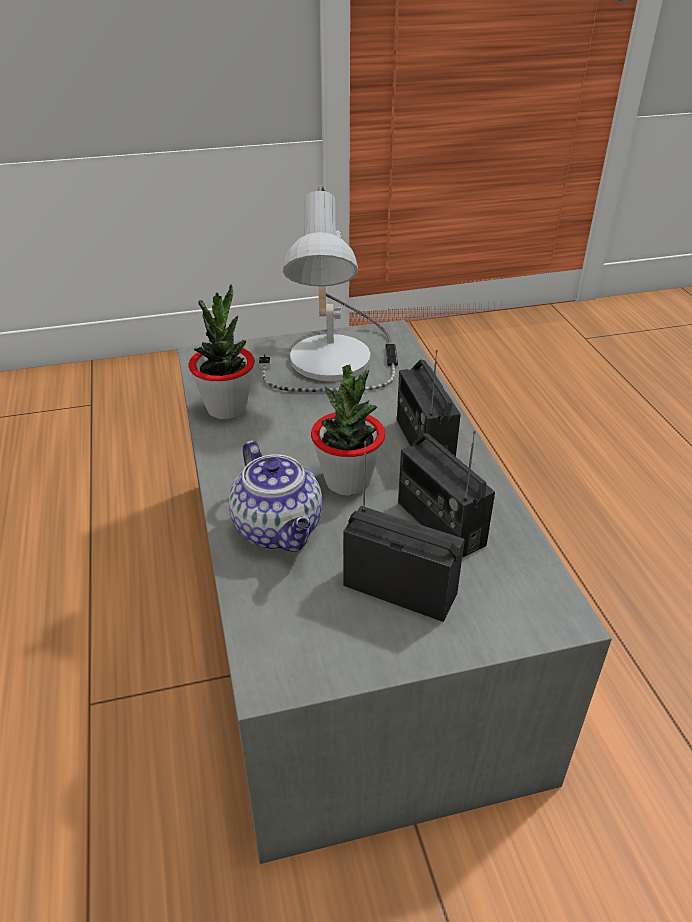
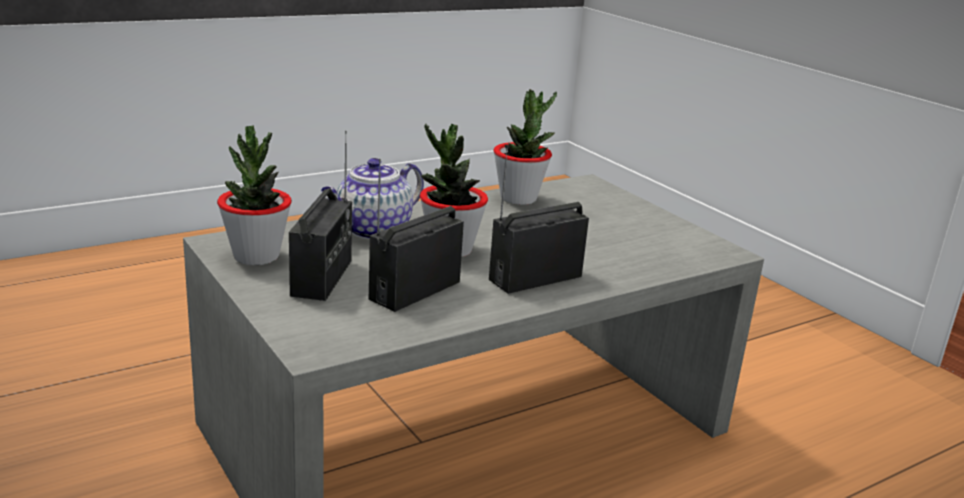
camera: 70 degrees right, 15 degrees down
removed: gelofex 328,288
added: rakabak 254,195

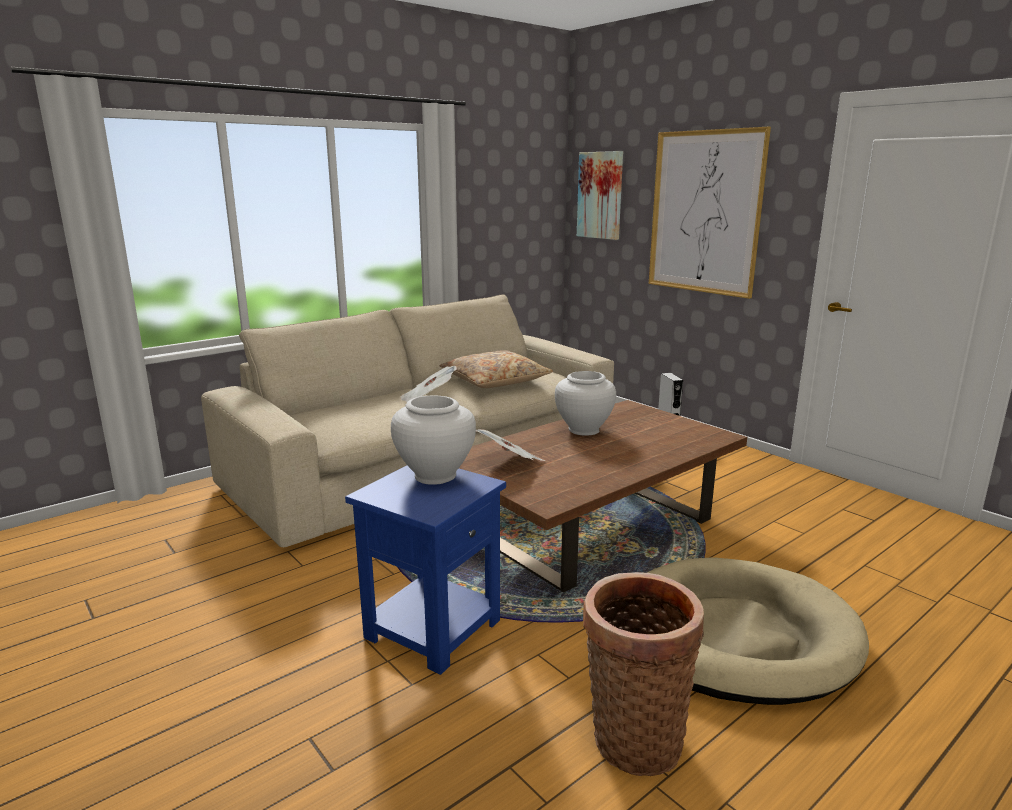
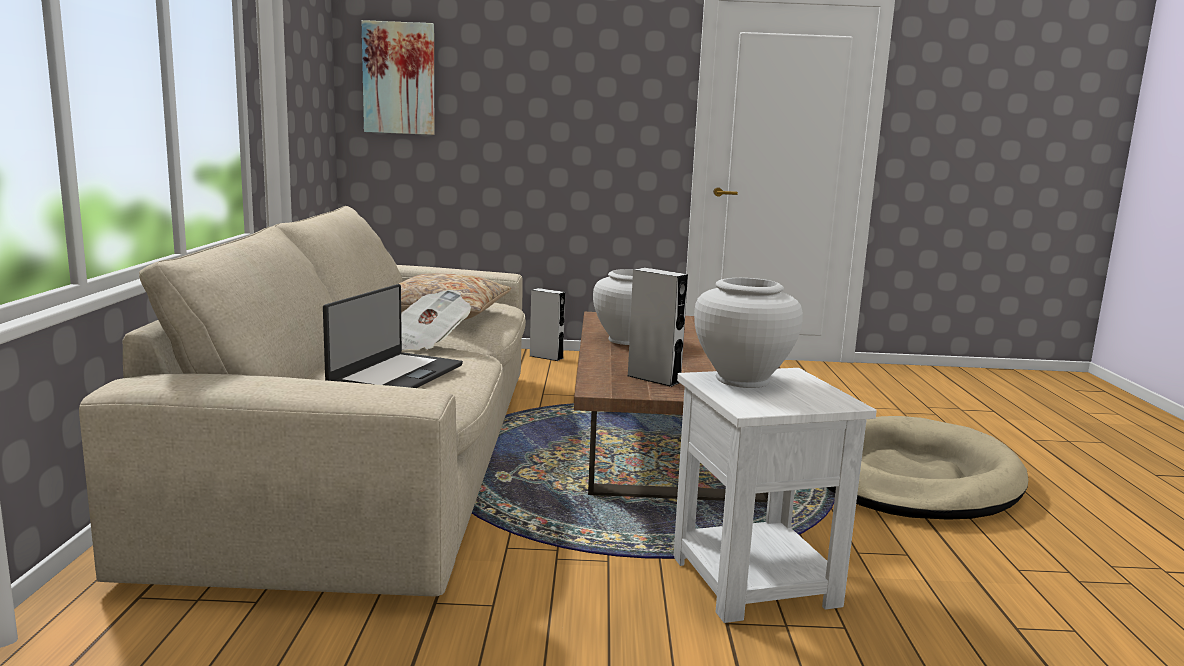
camera: 50 degrees left, 5 degrees down
removed: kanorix 643,674; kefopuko 710,213
added: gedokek 393,336
replaced: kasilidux 510,445 to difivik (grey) 658,327
recoloured: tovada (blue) 425,570 to tovada (white) 775,495

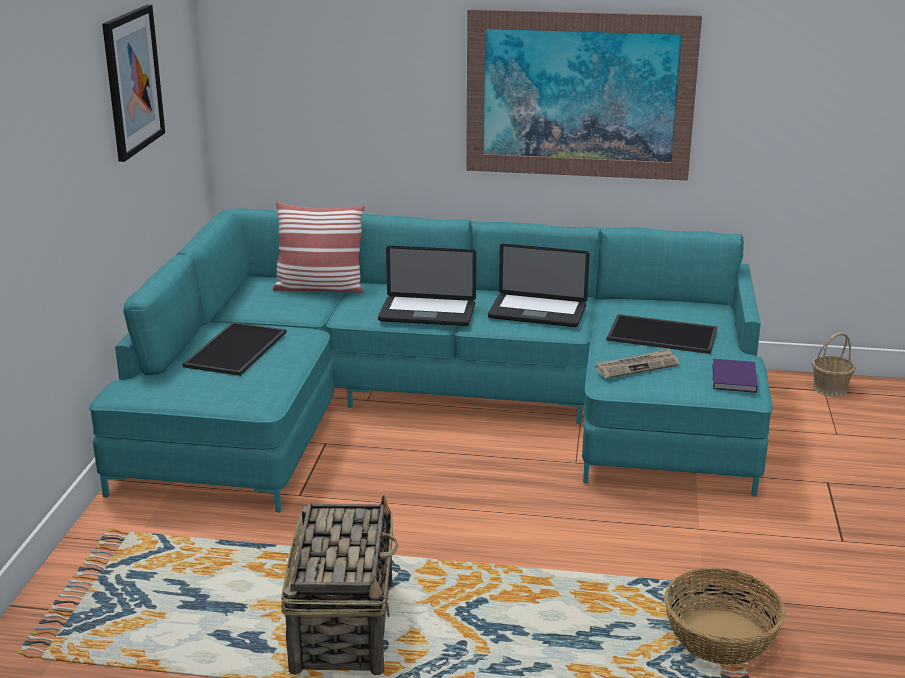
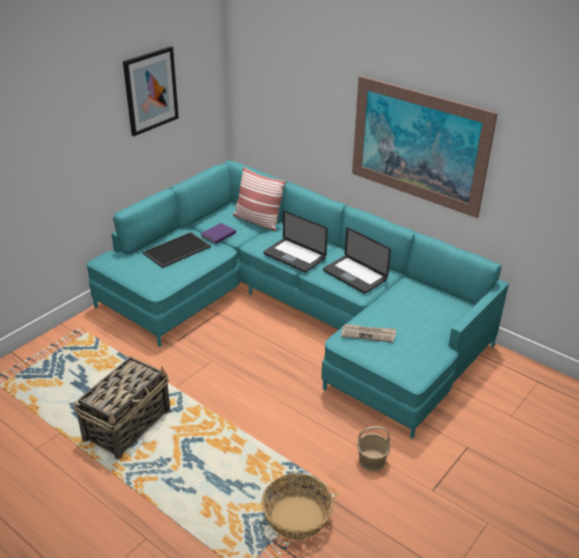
camera: 30 degrees right, 10 degrees up
removed: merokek 662,334
moved: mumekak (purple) 735,376 to 218,233; kanorix 834,365 to 373,448

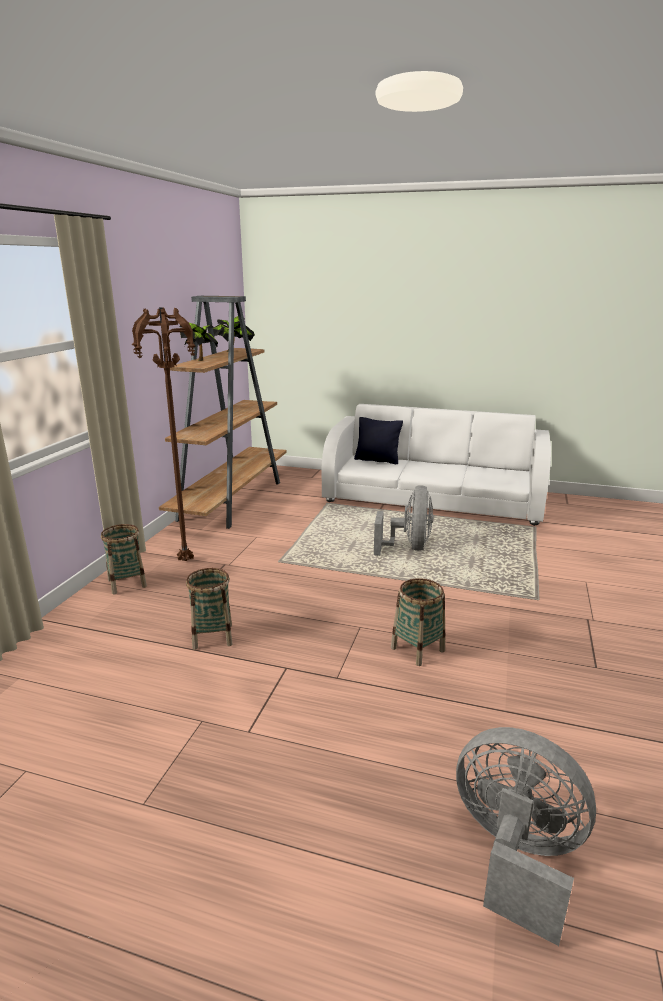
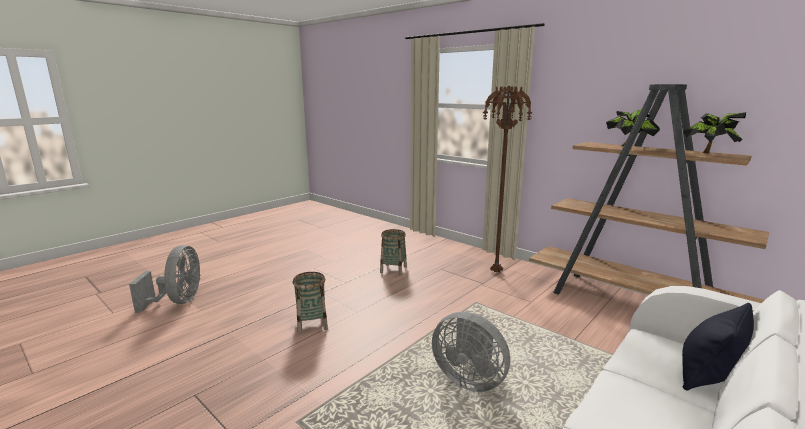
camera: 115 degrees right, 5 degrees down
removed: kanorix 124,559
turned: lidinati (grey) 526,836 = 164,279 60 degrees counterclockwise

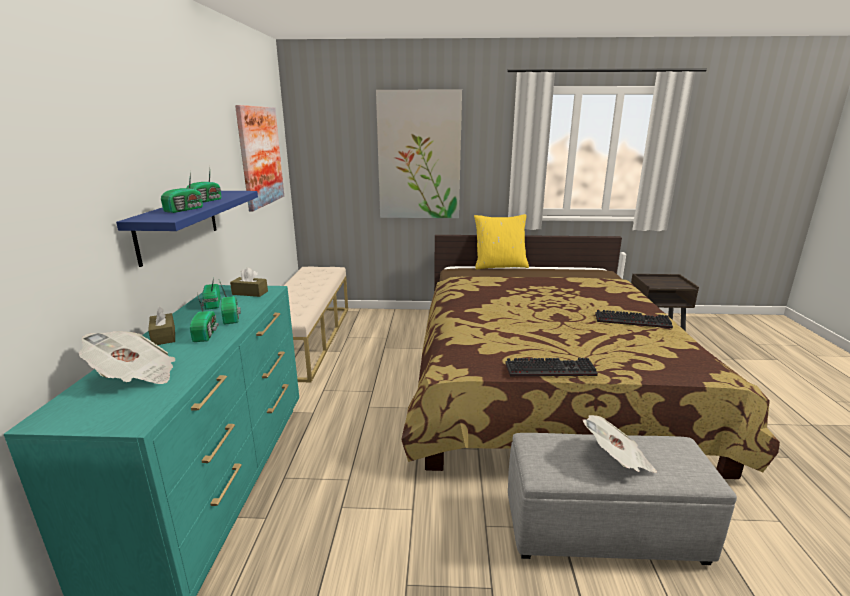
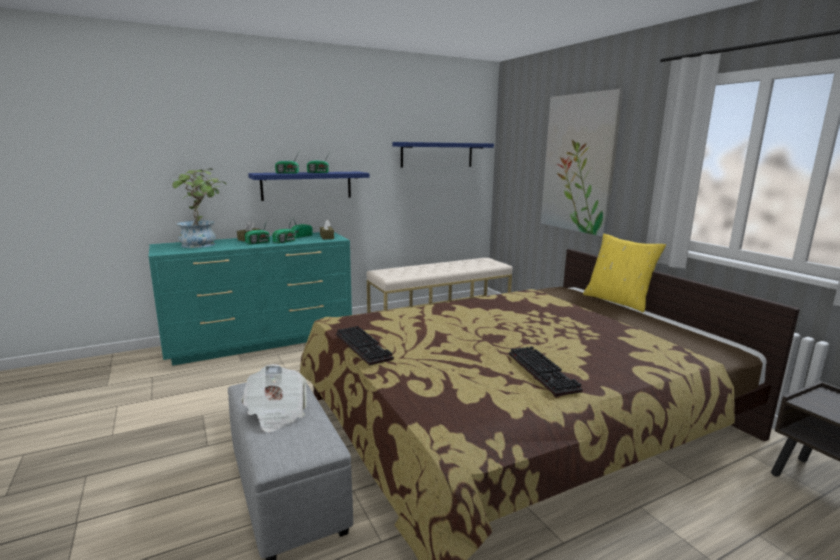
camera: 60 degrees right, 5 degrees down
replaced: kasilidux 127,357 to rakabak 199,208; kefopuko 259,158 to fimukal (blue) 443,155

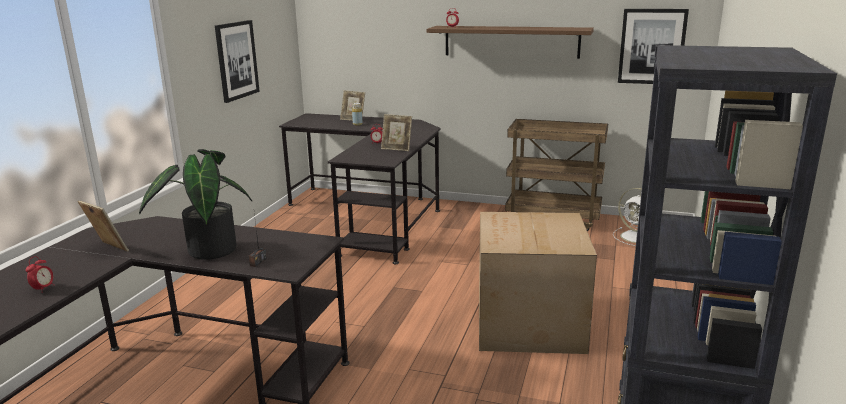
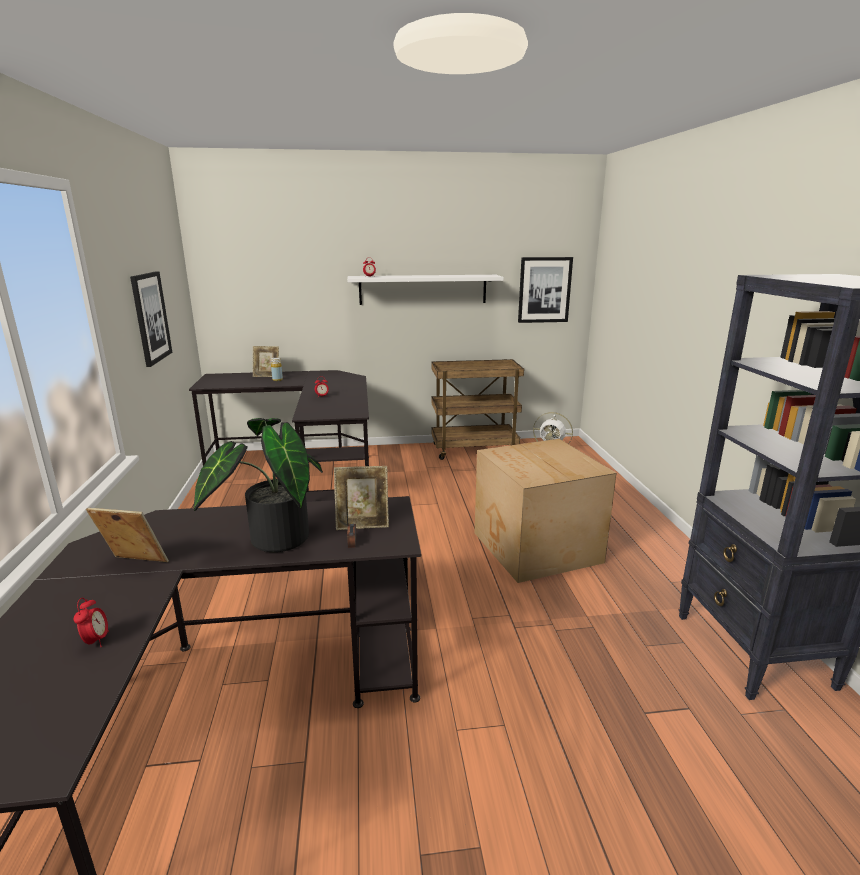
camera: 25 degrees left, 0 degrees up
moved: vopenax 396,132 to 361,498
recoloured: fimukal (brown) 510,42 to fimukal (white) 425,290

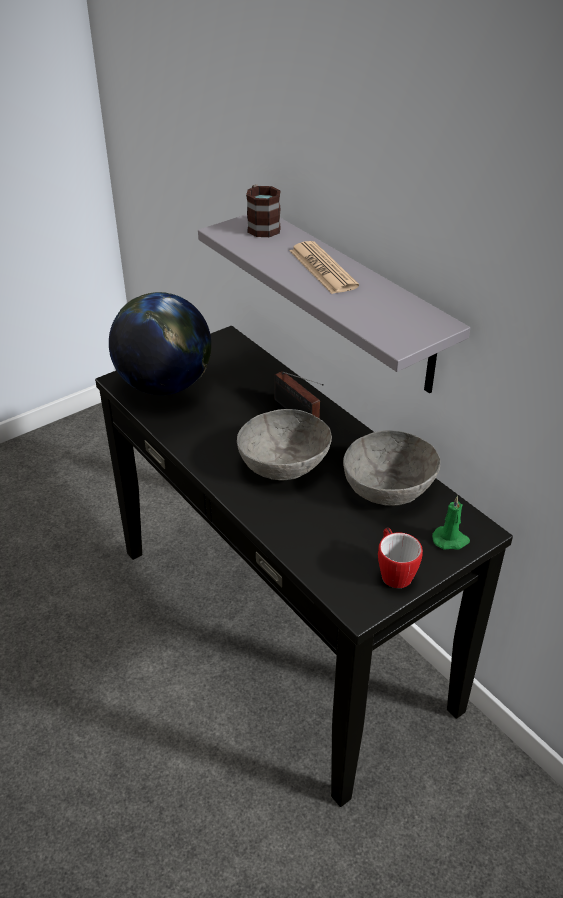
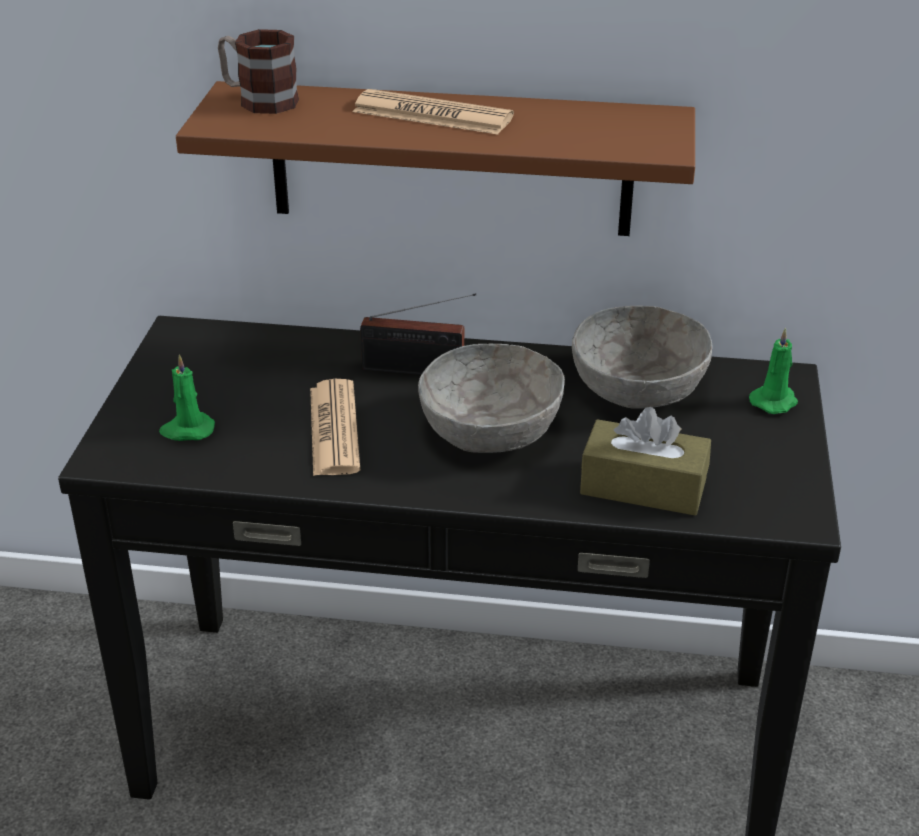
camera: 45 degrees left, 5 degrees down
removed: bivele 400,557
added: kasilidux 335,427; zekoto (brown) 645,461
replaced: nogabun 160,343 to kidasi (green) 187,397
recoloured: fimukal (grey) 334,303 to fimukal (brown) 435,158

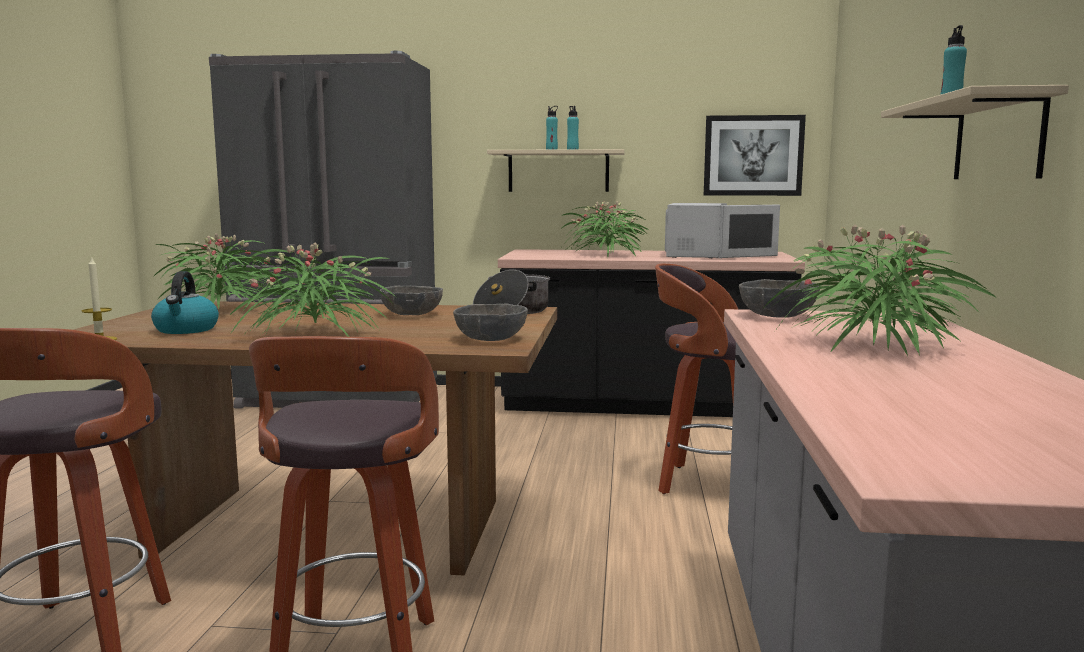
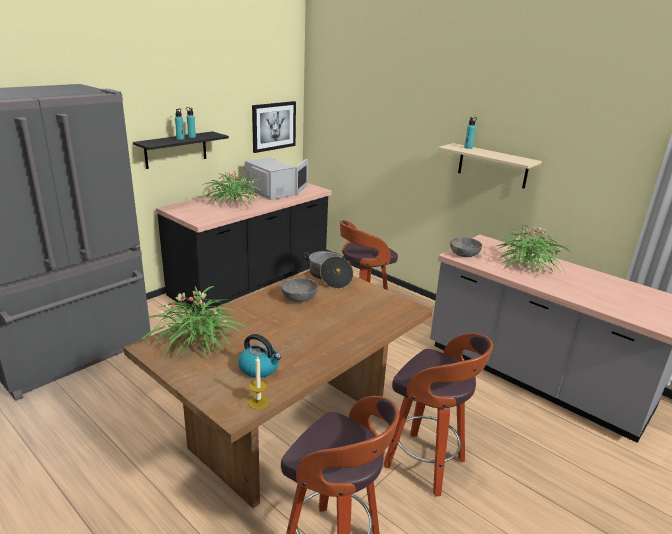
camera: 55 degrees left, 15 degrees up
removed: rakabak 307,290; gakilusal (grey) 490,322
recoloured: fimukal (beige) 556,170 to fimukal (black) 181,150

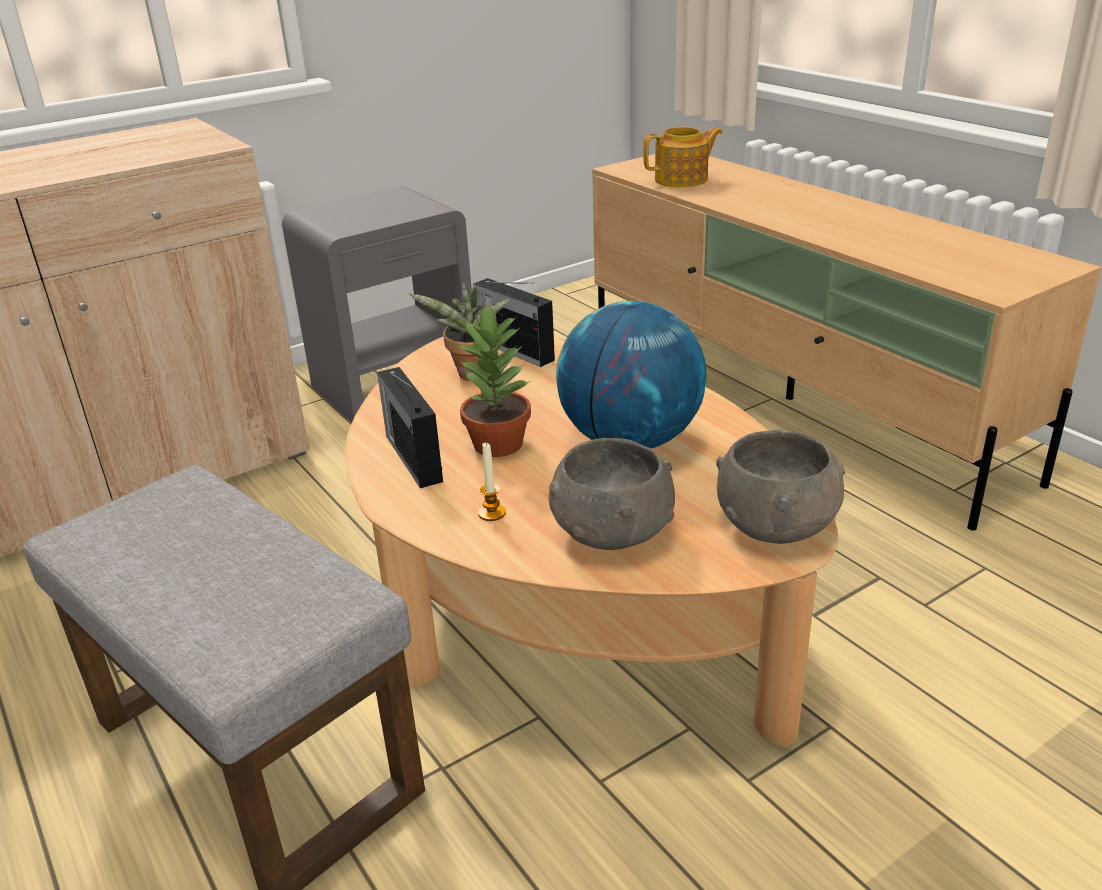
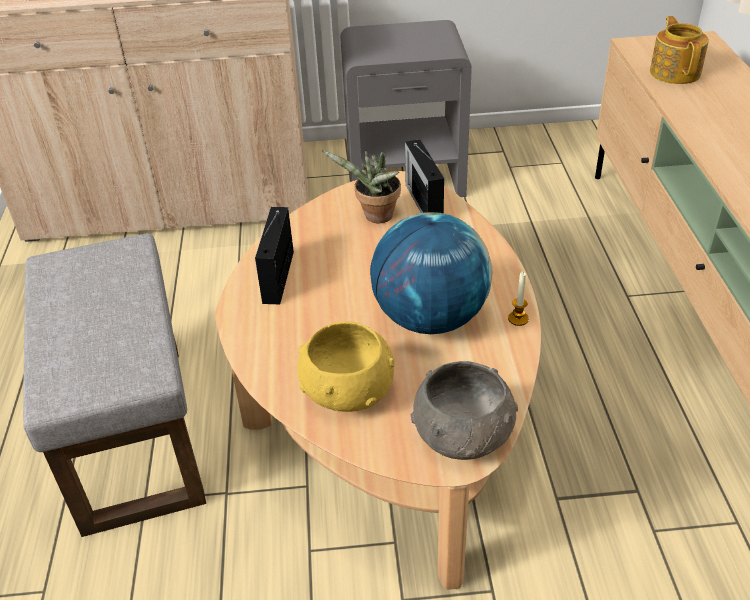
camera: 30 degrees right, 10 degrees up
removed: rakabak 495,379
moved: kidasi 492,482 to 518,299
recoloured: gakilusal (grey) 612,494 to gakilusal (yellow) 346,366
turned: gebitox 683,157 = 679,50 105 degrees counterclockwise

